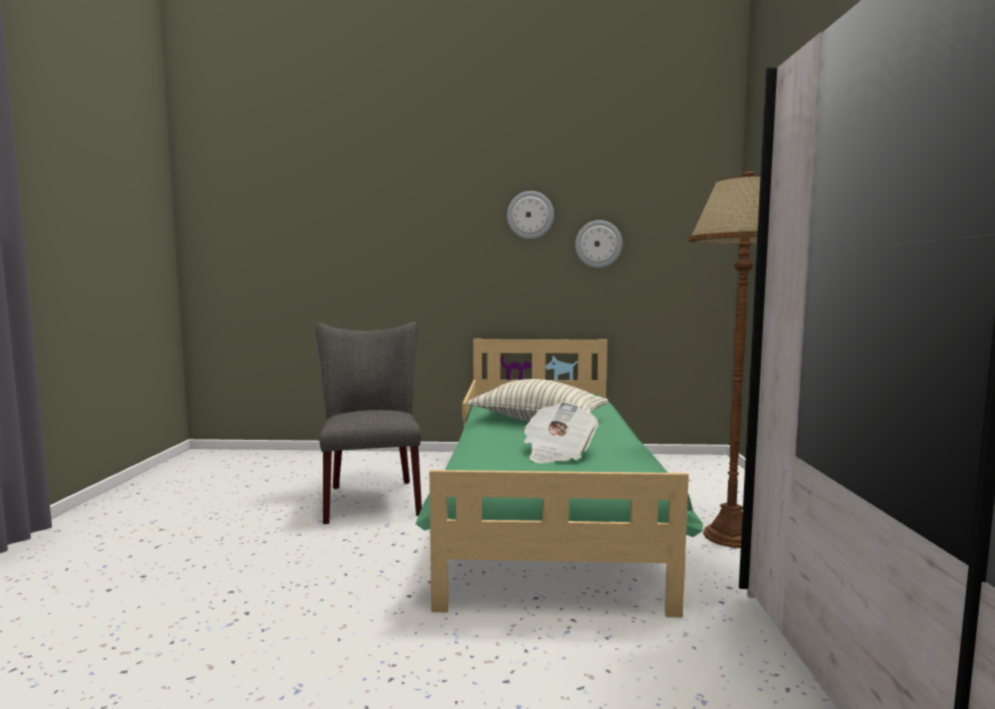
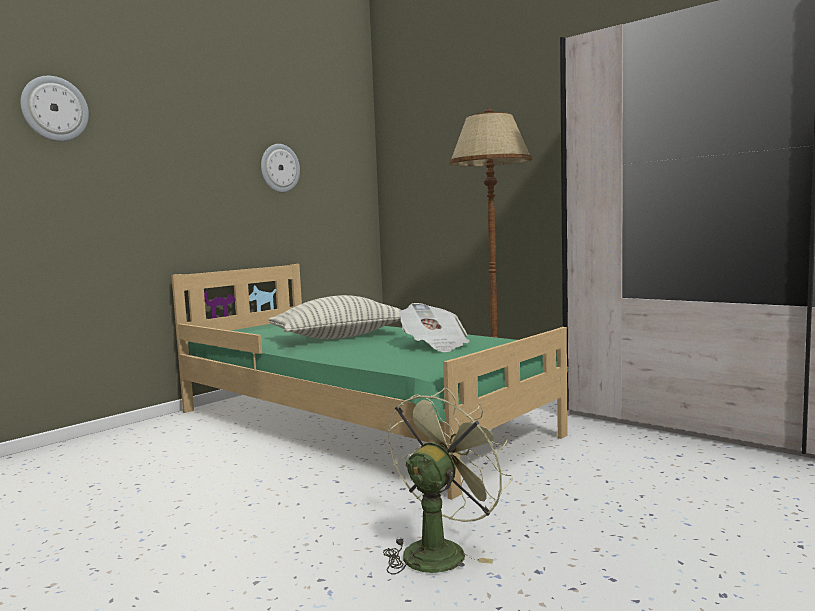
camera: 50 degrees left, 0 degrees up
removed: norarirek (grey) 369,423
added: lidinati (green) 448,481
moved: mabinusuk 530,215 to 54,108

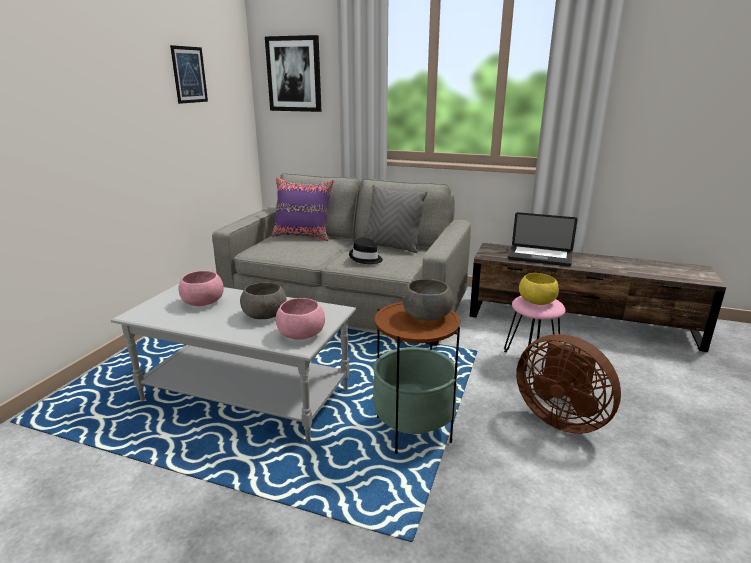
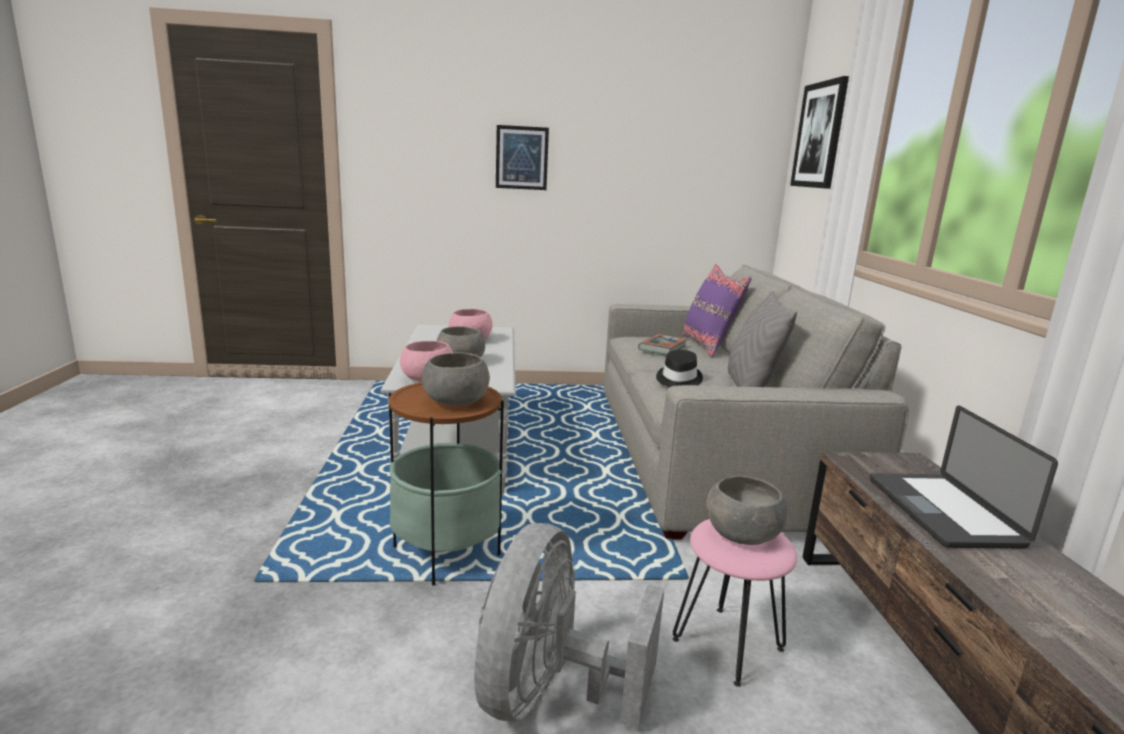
camera: 65 degrees right, 5 degrees down
added: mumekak 662,344
moved: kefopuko 189,74 to 522,157
recoloured: lidinati (brown) 568,384 to lidinati (grey) 569,626; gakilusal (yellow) 539,289 to gakilusal (grey) 746,510

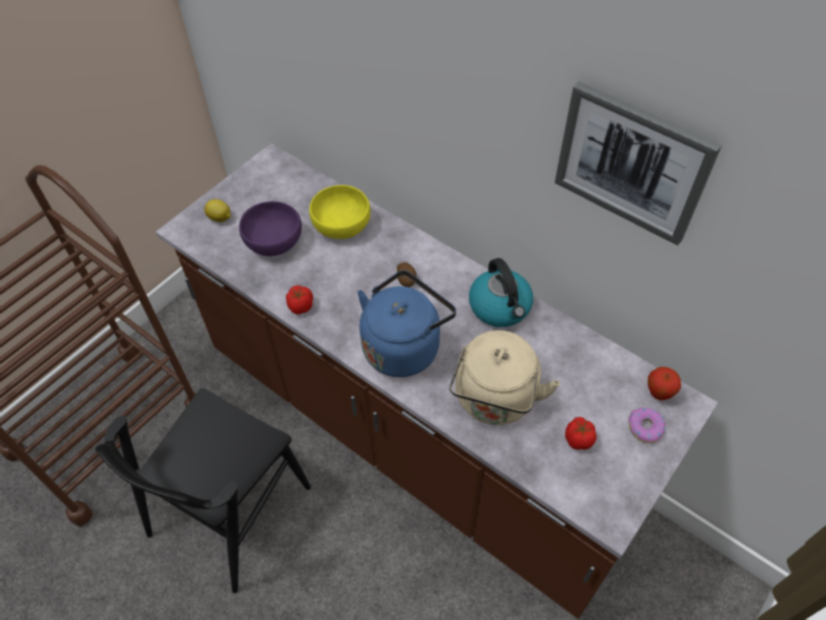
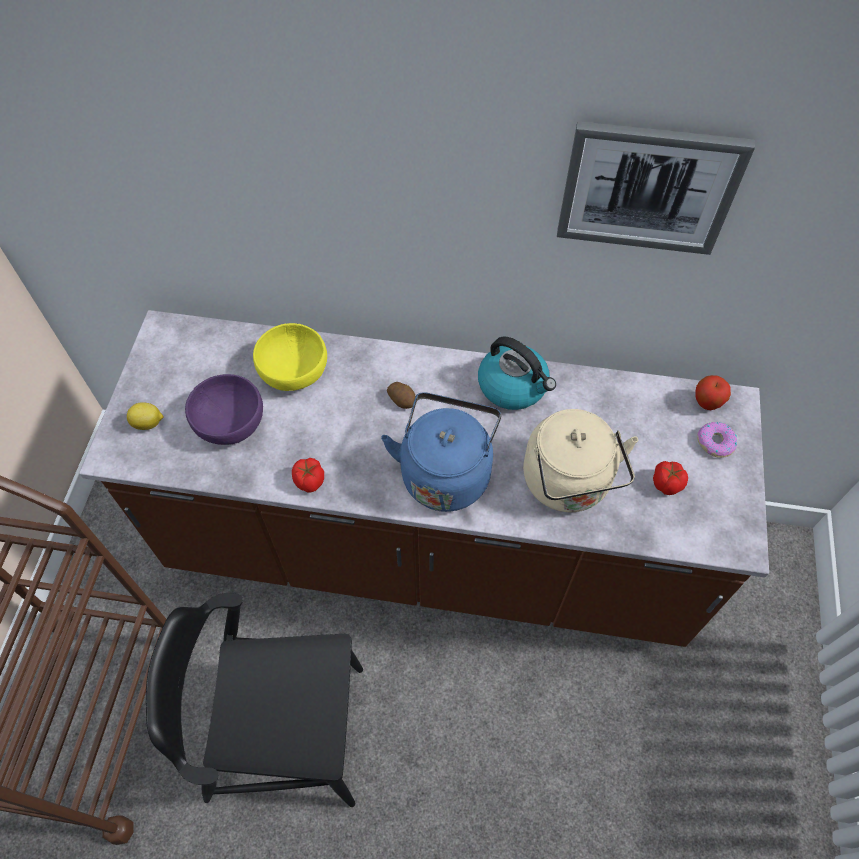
camera: 30 degrees left, 5 degrees up
turned: norarirek (black) 203,490 = 254,700 90 degrees clockwise

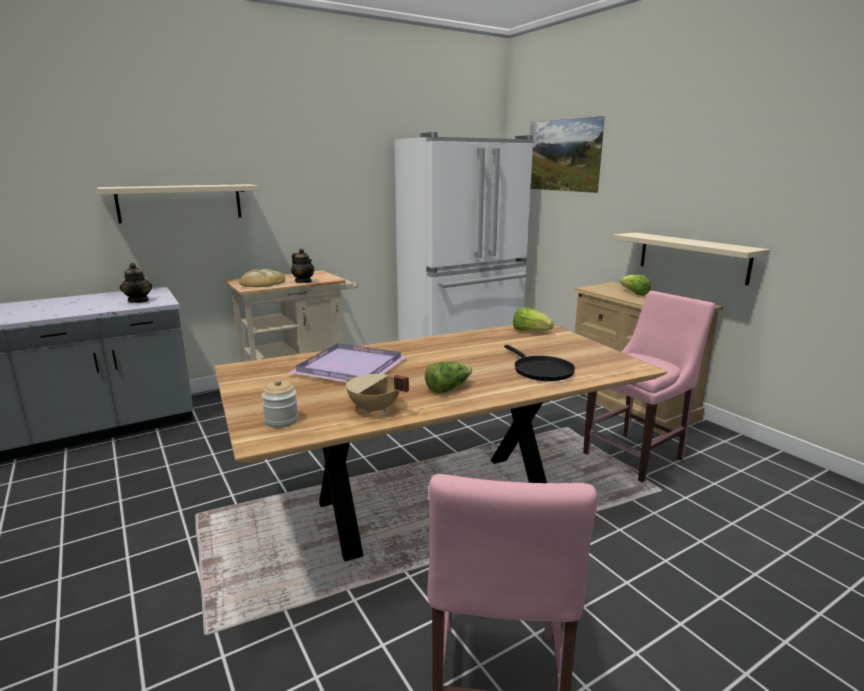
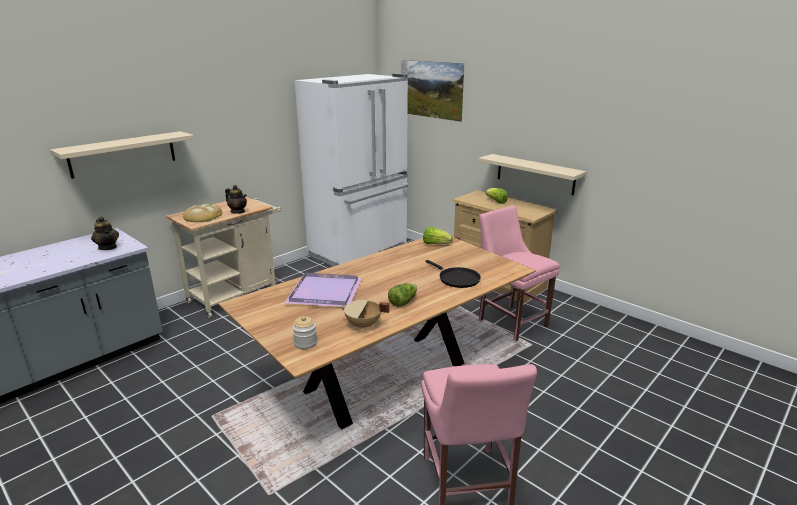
camera: 15 degrees left, 5 degrees up
turned: norarirek (pink) 649,387 = 519,273 75 degrees counterclockwise

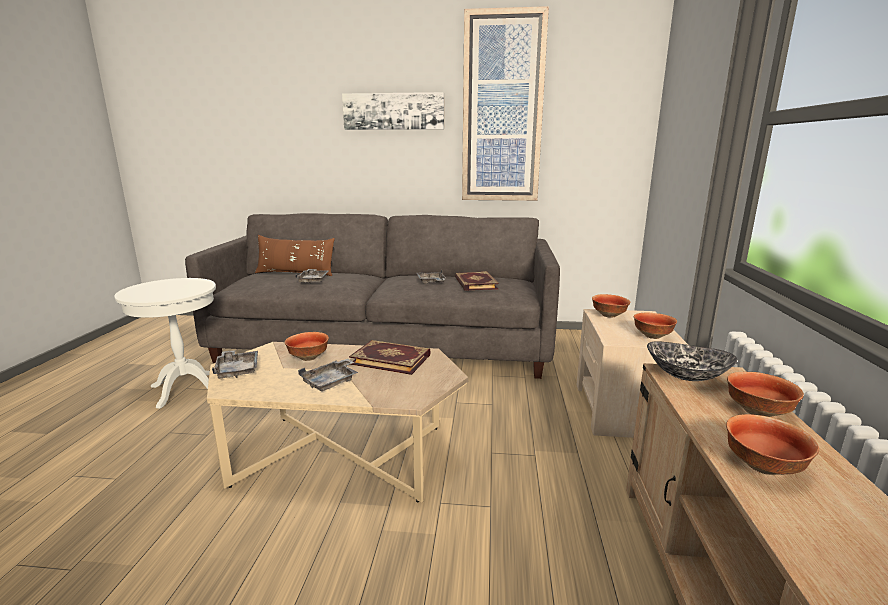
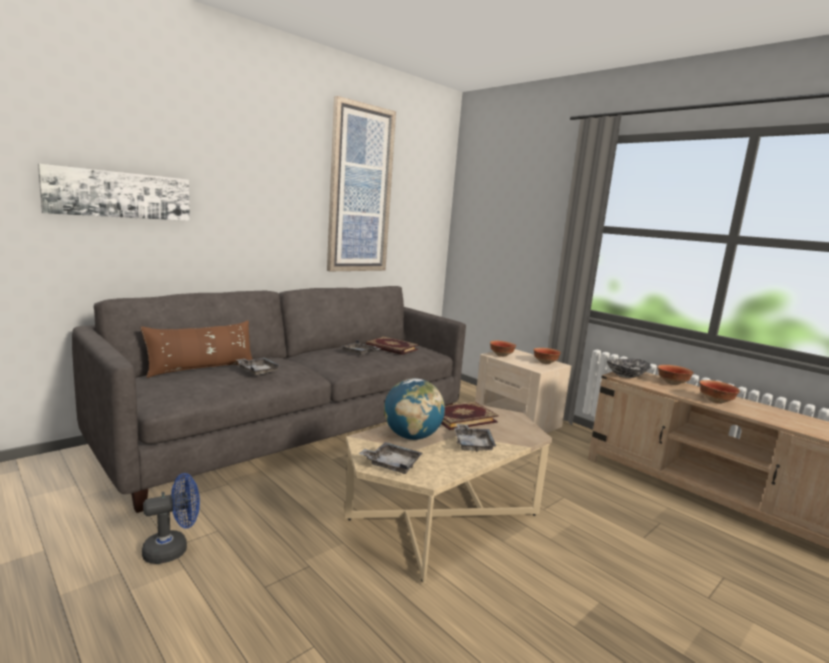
camera: 50 degrees left, 5 degrees down
moved: kefopuko 393,111 to 114,192
replaced: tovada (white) 165,343 to lidinati (blue) 171,518; gakilusal 307,346 to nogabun 414,409

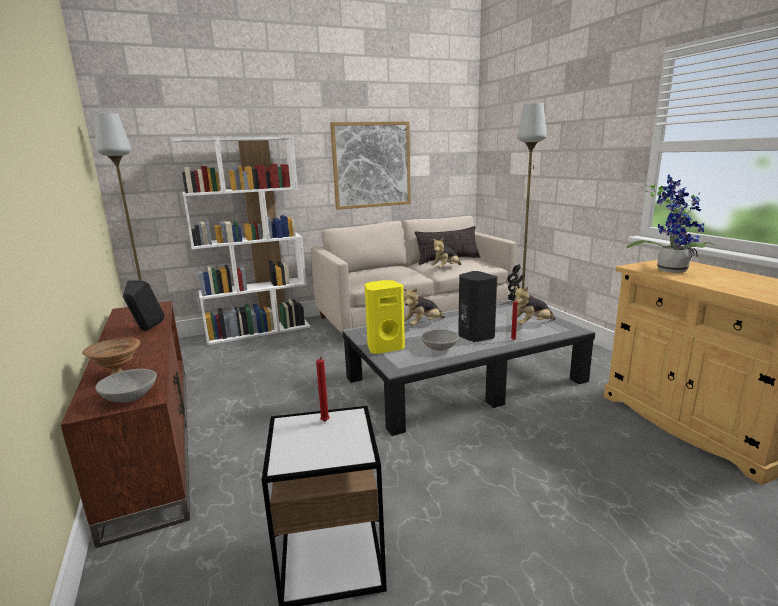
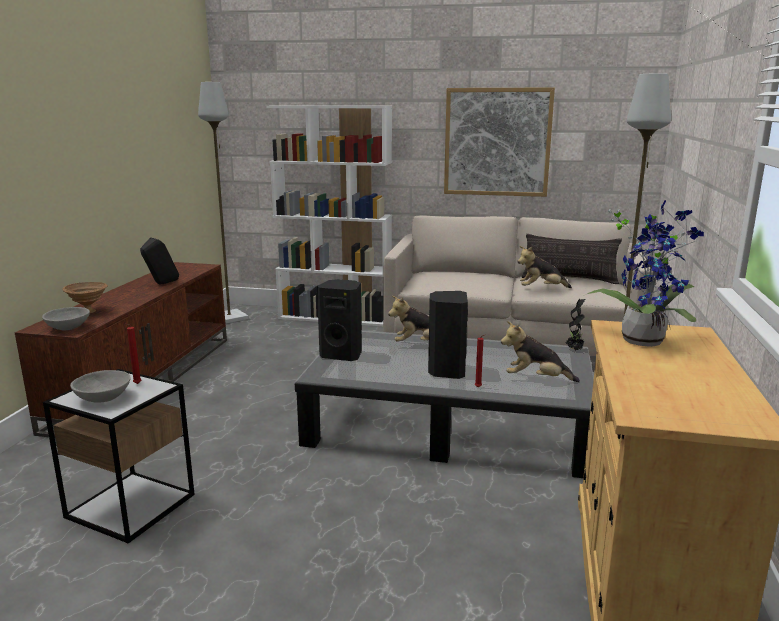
camera: 35 degrees right, 0 degrees up
moved: gakilusal (grey) 440,340 to 100,386
recoloured: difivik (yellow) 385,317 to difivik (black) 339,320

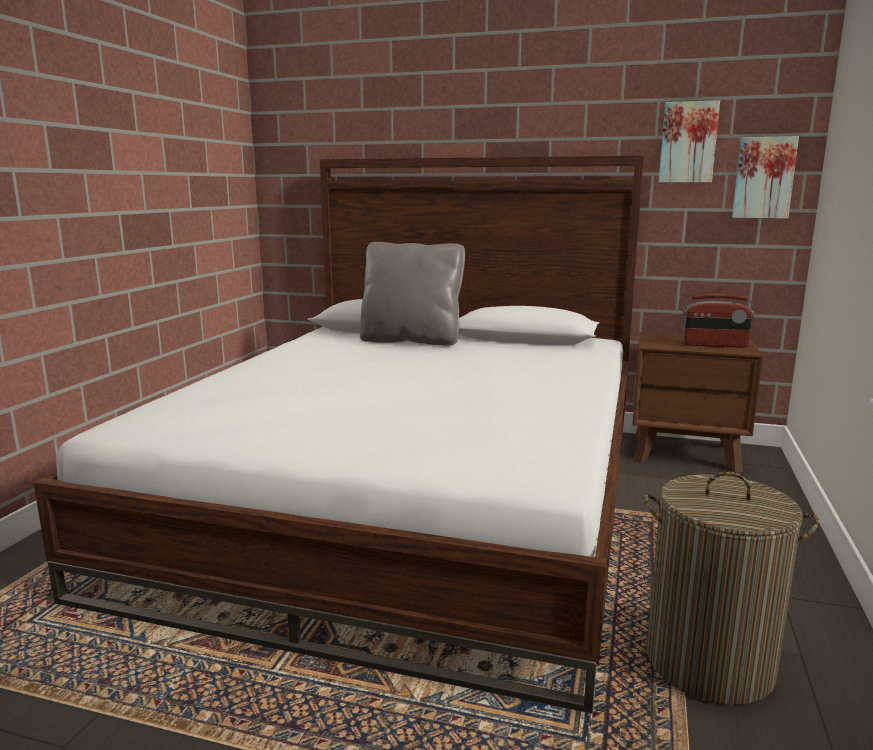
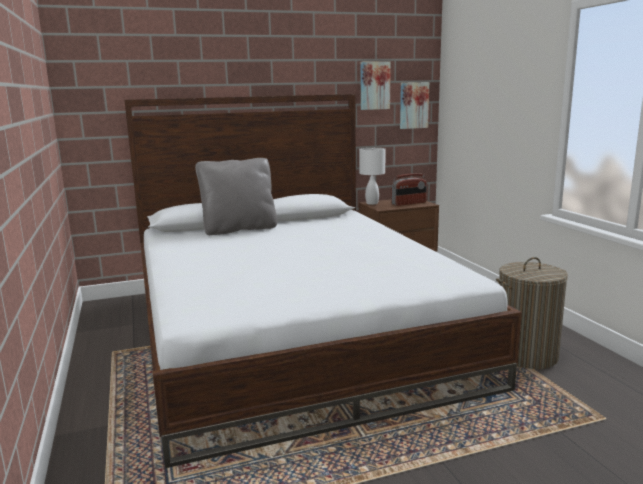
camera: 35 degrees left, 0 degrees up
added: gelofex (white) 372,176

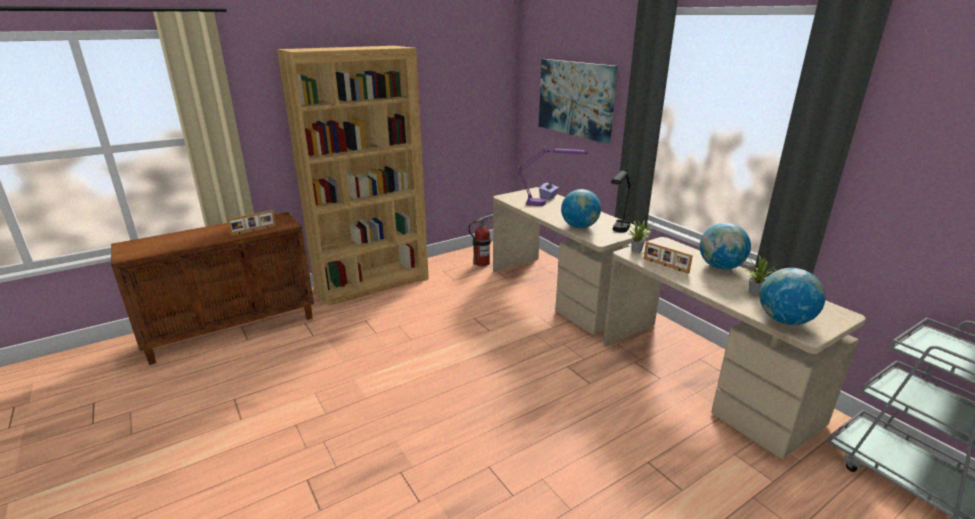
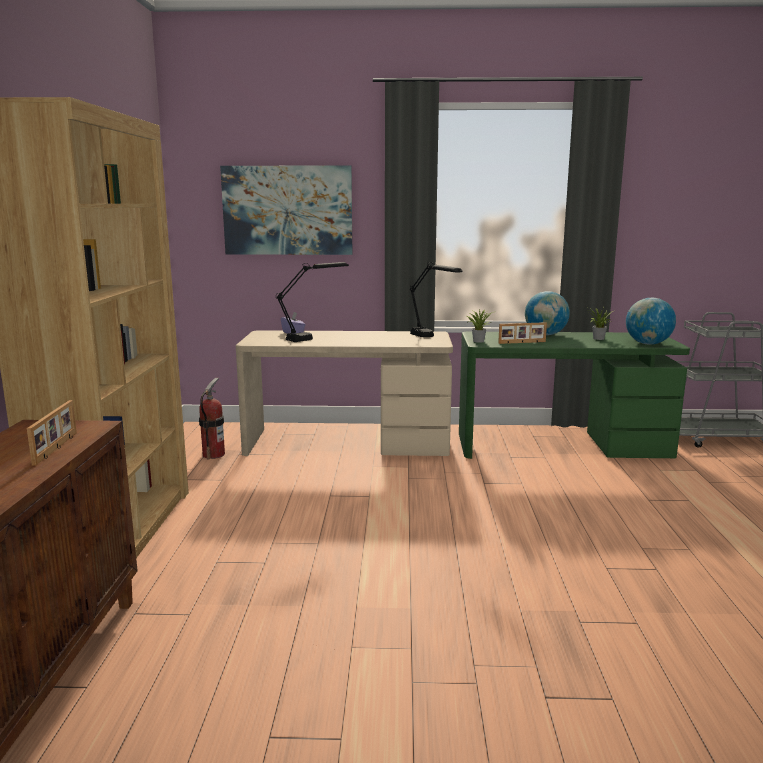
camera: 55 degrees left, 10 degrees down
removed: nogabun 581,209
recoloured: gelofex (purple) 552,176 to gelofex (black) 312,302; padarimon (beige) 734,348 to padarimon (green) 574,395

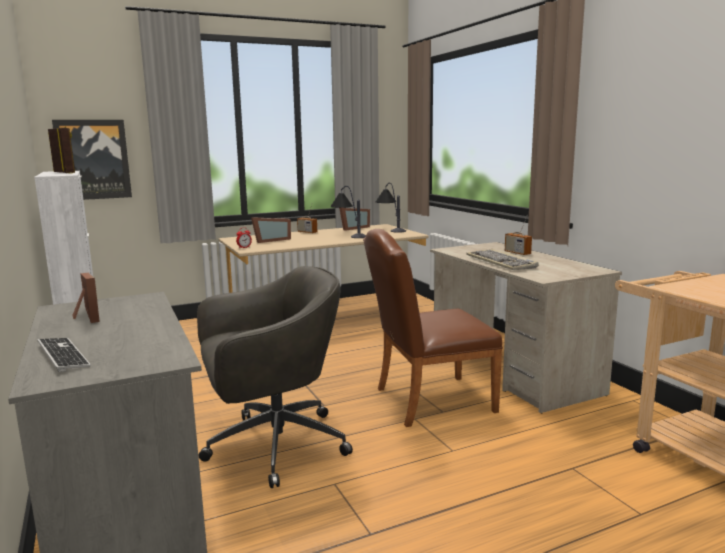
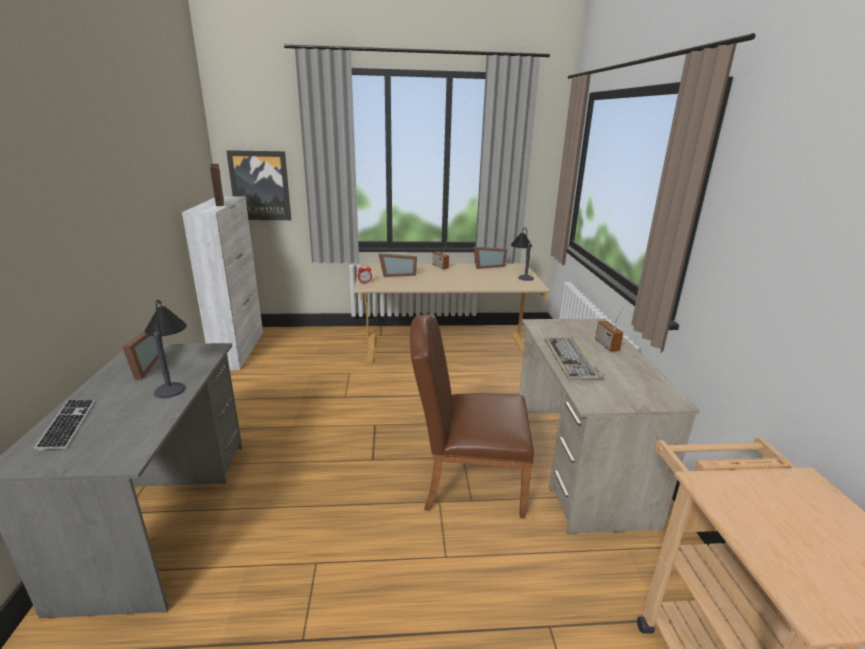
camera: 20 degrees right, 10 degrees up
removed: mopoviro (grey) 275,377
moved: gelofex 348,212 to 166,349

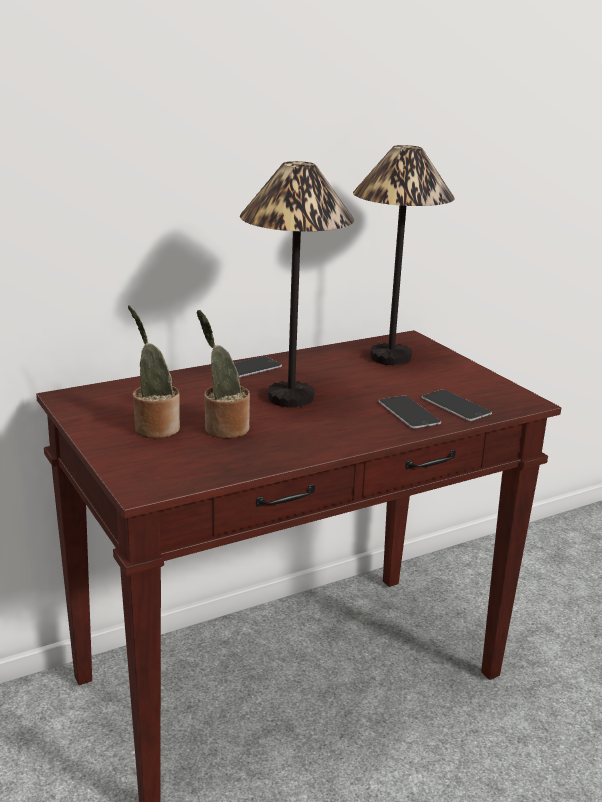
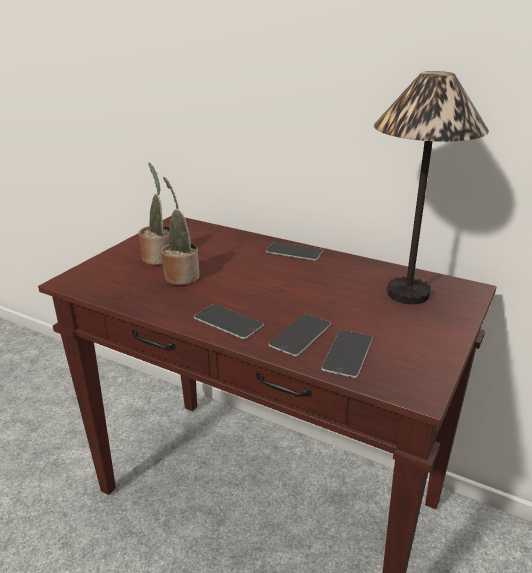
camera: 60 degrees right, 5 degrees up
removed: gelofex 297,284
added: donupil 229,321

